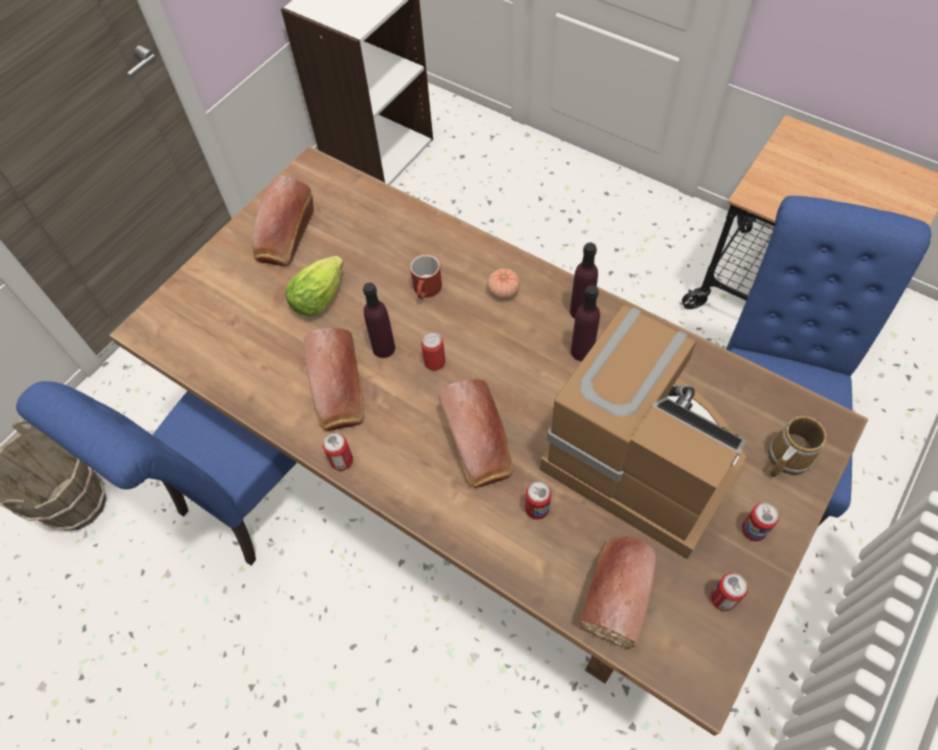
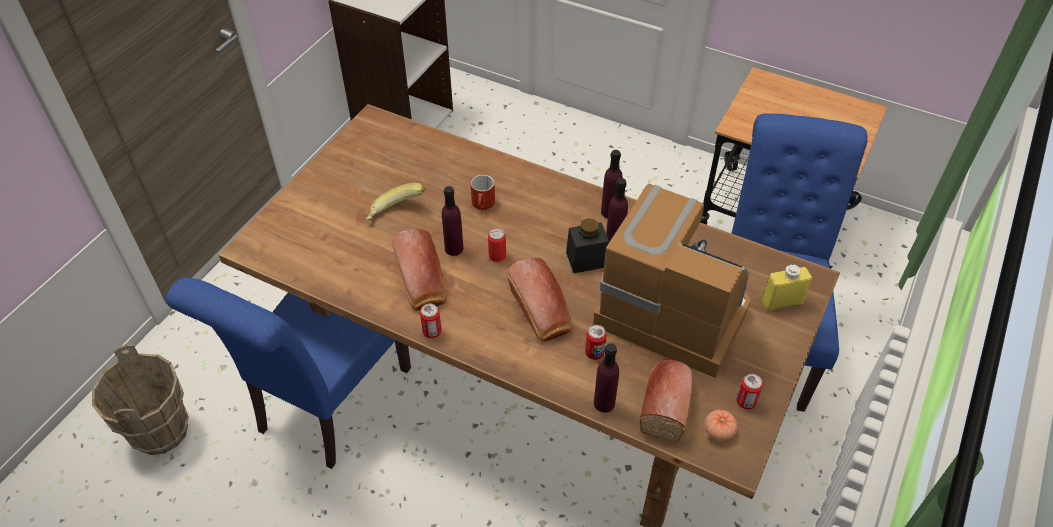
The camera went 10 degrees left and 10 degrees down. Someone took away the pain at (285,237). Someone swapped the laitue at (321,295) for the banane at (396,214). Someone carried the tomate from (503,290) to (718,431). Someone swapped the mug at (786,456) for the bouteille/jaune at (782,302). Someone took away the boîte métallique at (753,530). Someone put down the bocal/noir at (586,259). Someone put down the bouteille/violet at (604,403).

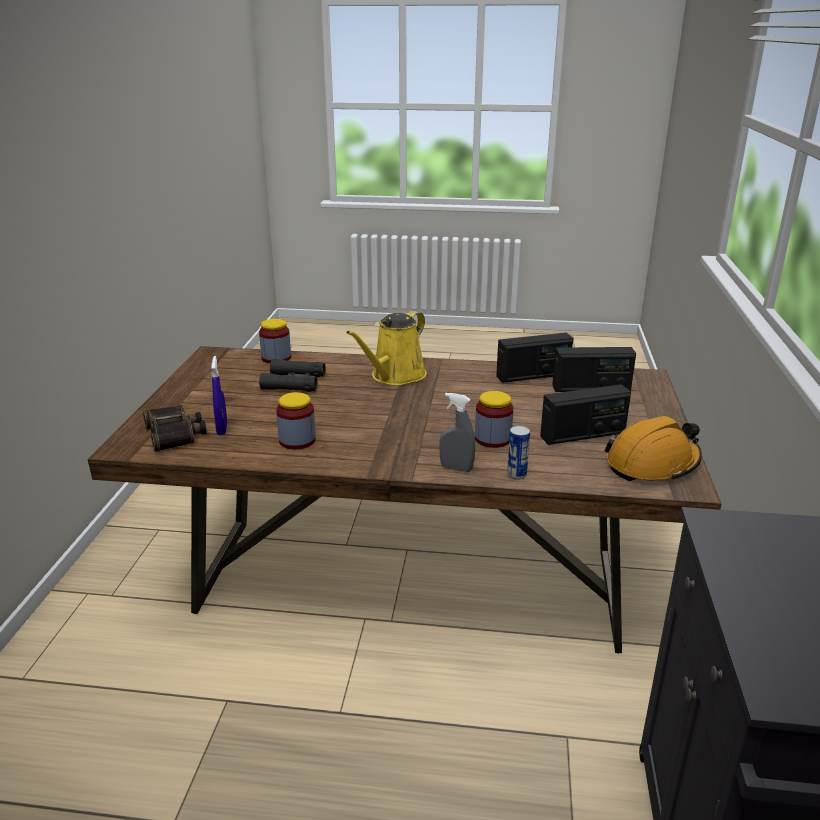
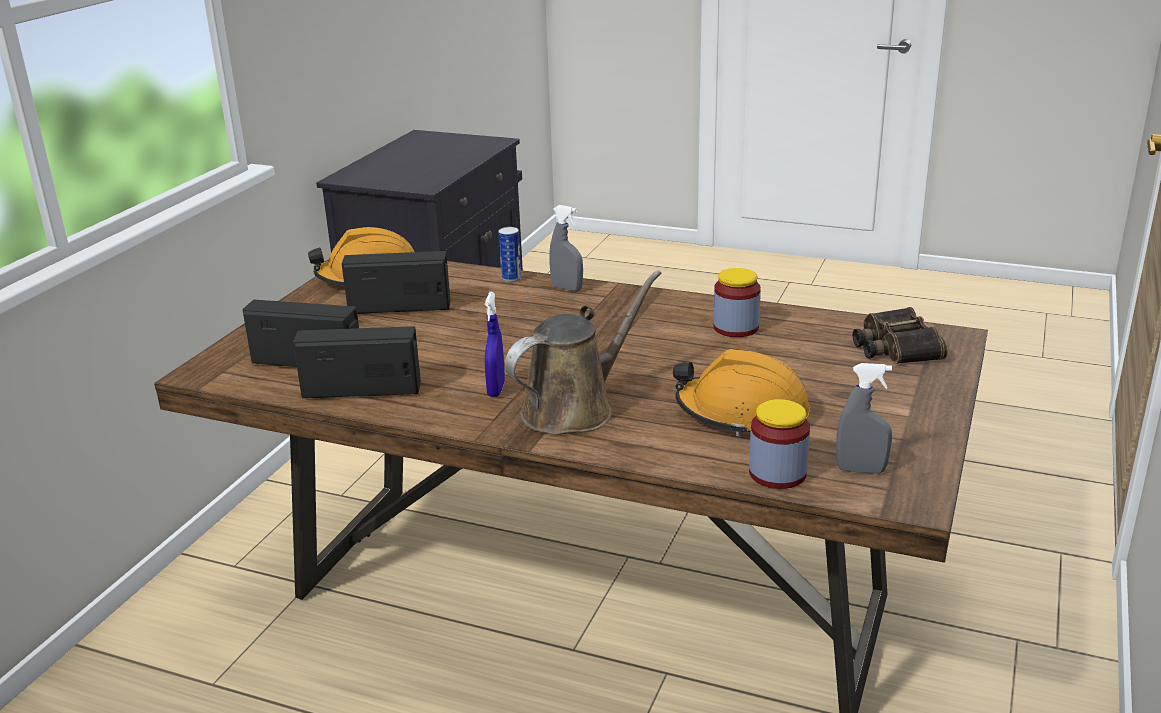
The camera went 165 degrees left and 0 degrees up. Someone repainted the arrosoir/jaune at (395,376), which became the arrosoir/marron at (574,409). Someone carried the vaporisateur/bleu from (222,429) to (496,389). Someone swapped the jumelles/noir at (293,382) for the casque de chantier/orange at (742,413). Someone took away the bocal at (493,439). Someone put down the vaporisateur/gris at (861,470).

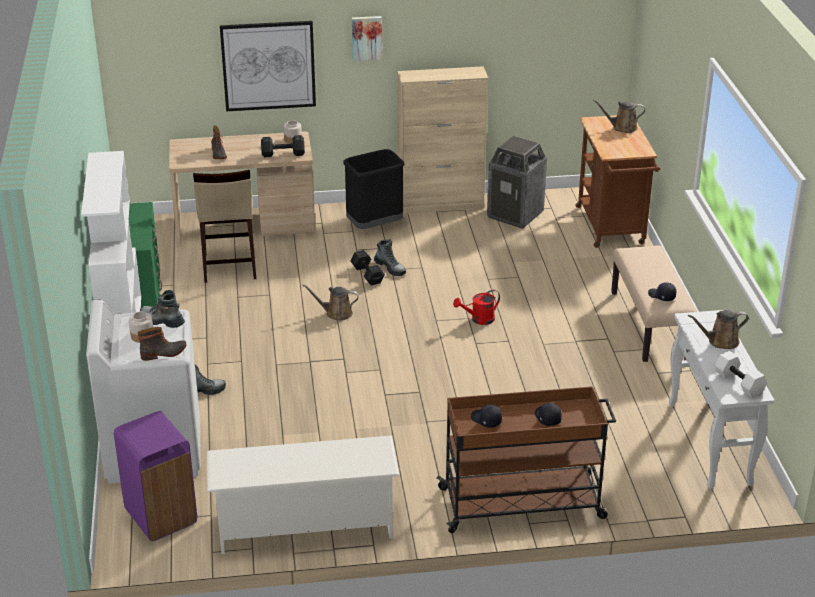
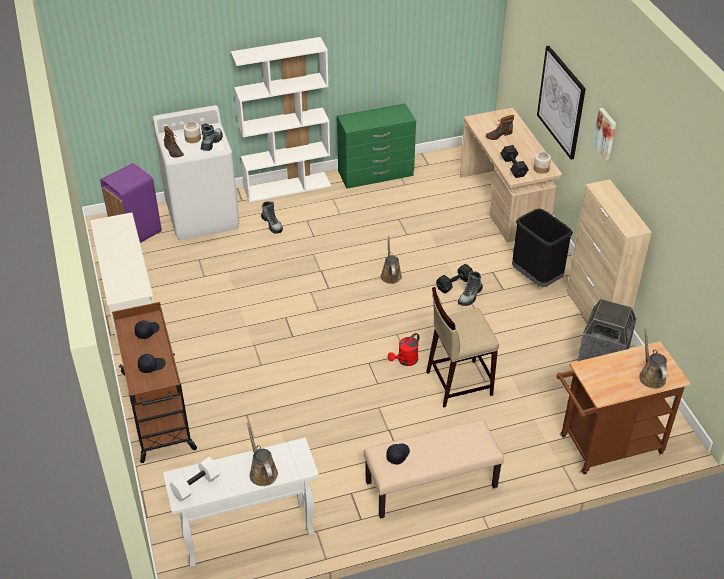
The camera went 80 degrees right and 10 degrees up. Someone carried the tabouret/beige from (229,267) to (458,383). Someone rotated the arrosoir/rouge at (478,319) by 105 degrees counterclockwise.

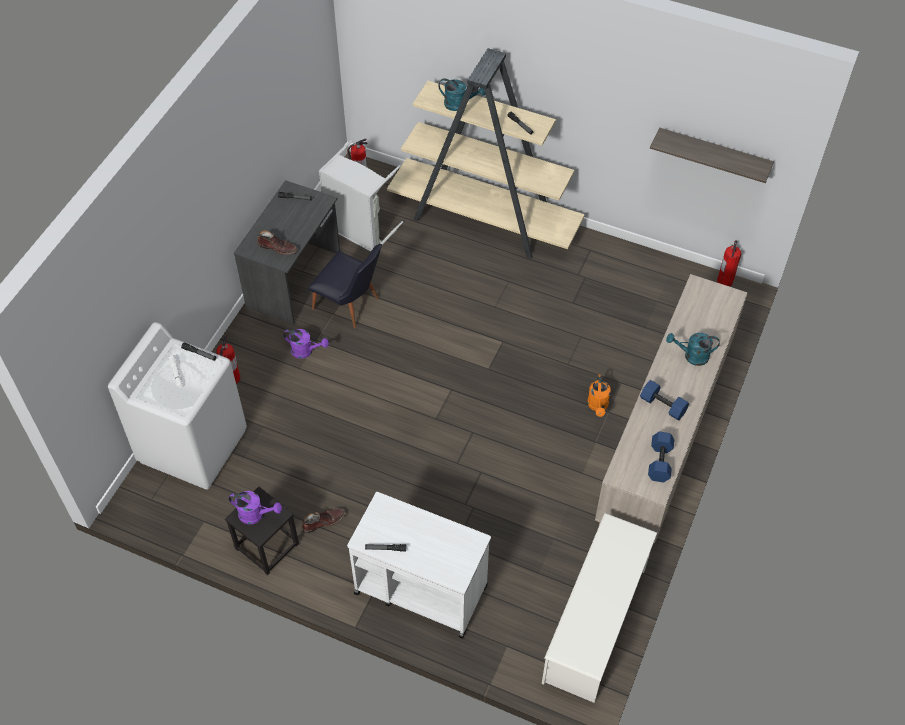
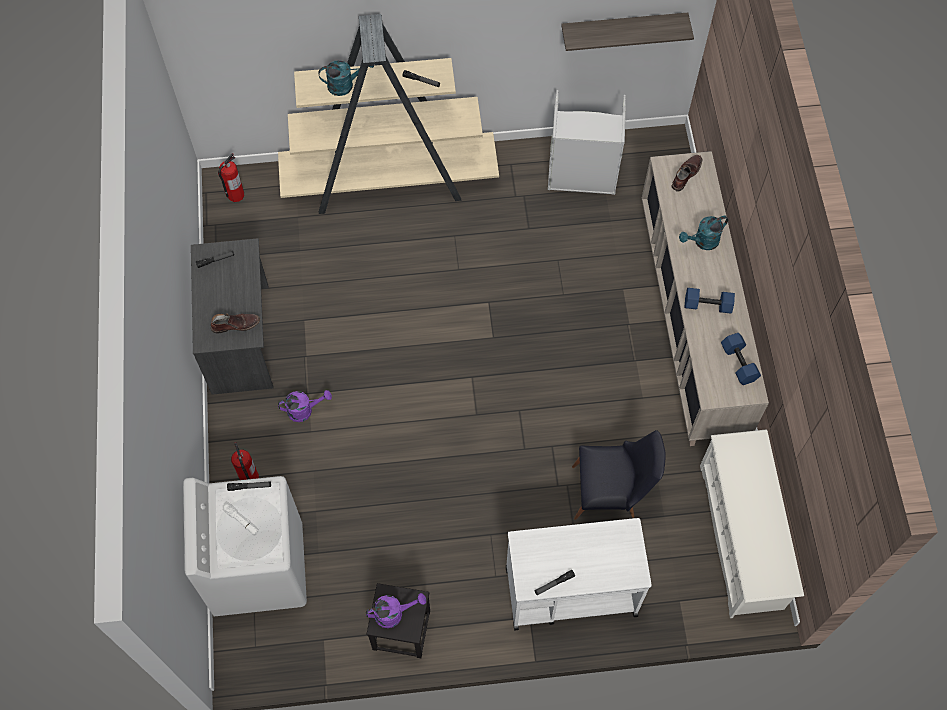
The camera went 30 degrees left and 10 degrees up. Someone carried the panier à linge/gris from (359,230) to (582,177). Someone took away the extincteur at (725,281). Someone carried the chaise/noir from (351,306) to (611,493). Someone took away the arrosoir/orange at (598,406). Someone carried the botte/marron from (323,521) to (685,174).

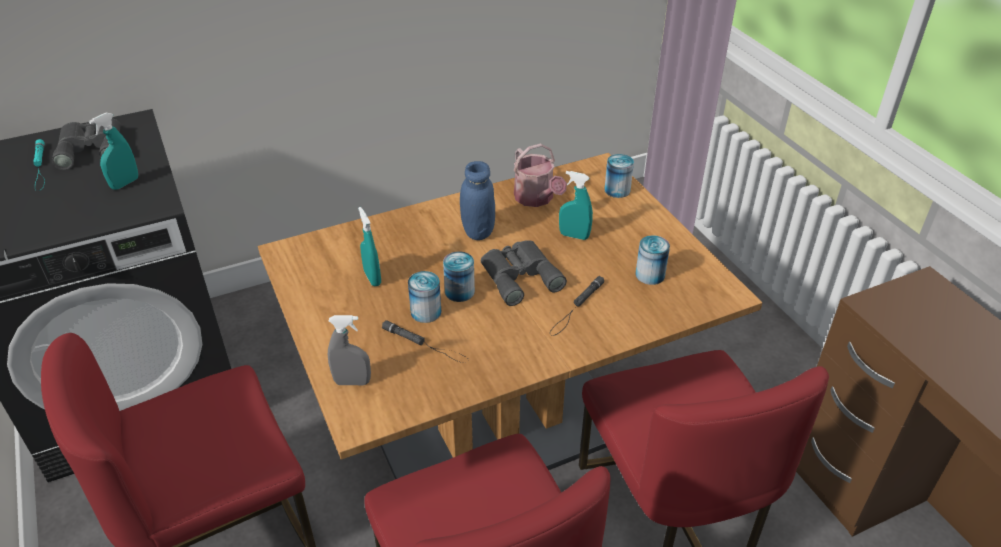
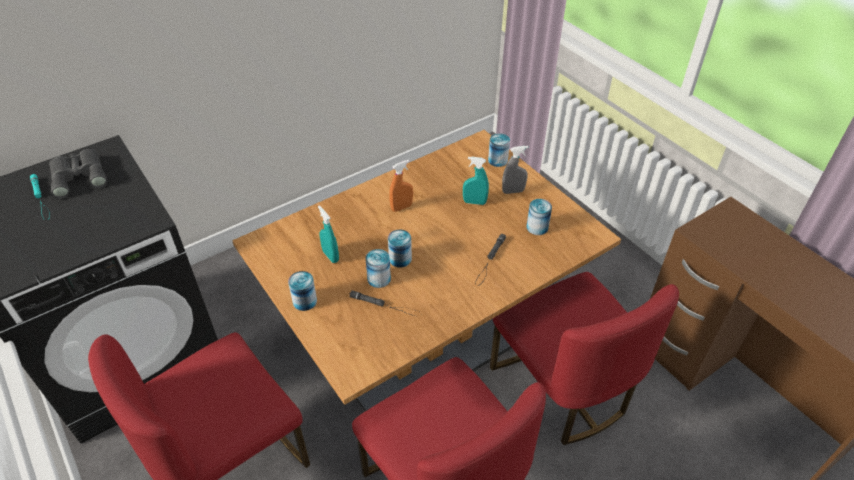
The camera went 10 degrees left and 5 degrees up. Someone took away the vaporisateur/turquoise at (125,183). Someone took away the arrosoir at (536,199). Someone swapped the bocal/bleu at (478,231) for the vaporisateur/orange at (401,207). Someone took away the jumelles/gris at (519,275). Someone carried the vaporisateur/gris from (352,382) to (513,191). Someone put down the boîte métallique at (304,301).

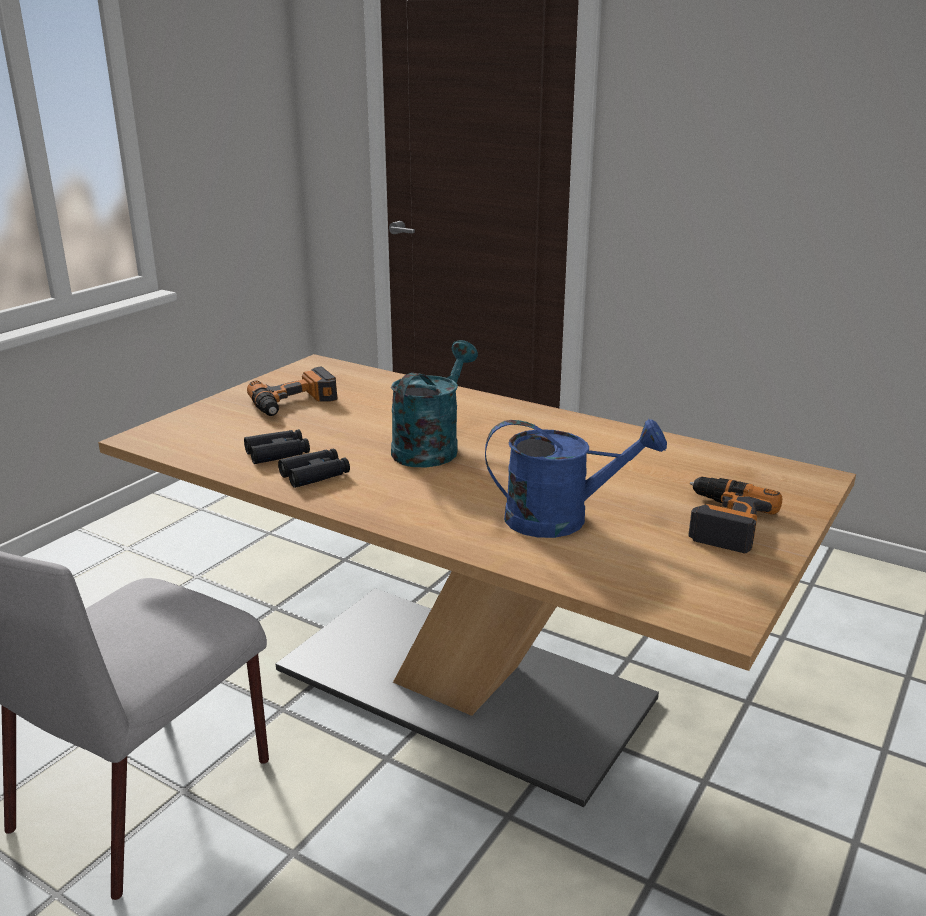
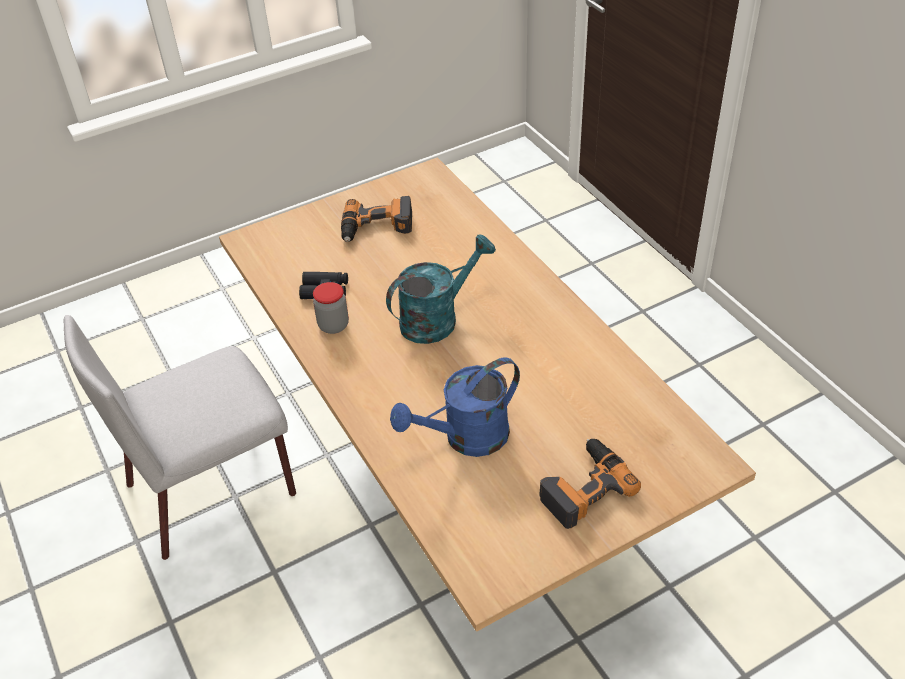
The camera went 30 degrees right and 20 degrees up. Someone rotated the arrosoir/bleu at (561,519) by 120 degrees clockwise. Someone swapped the jumelles/noir at (315,475) for the bocal at (333,325).

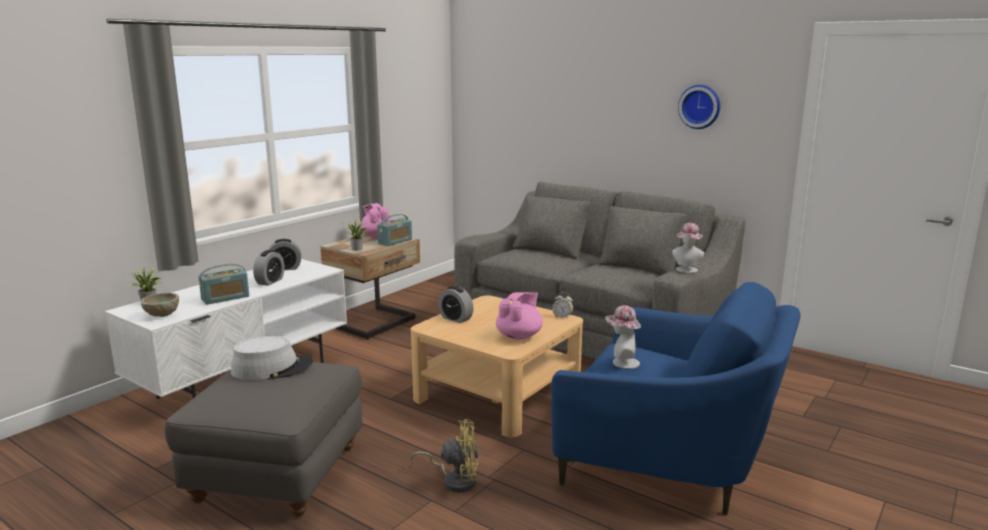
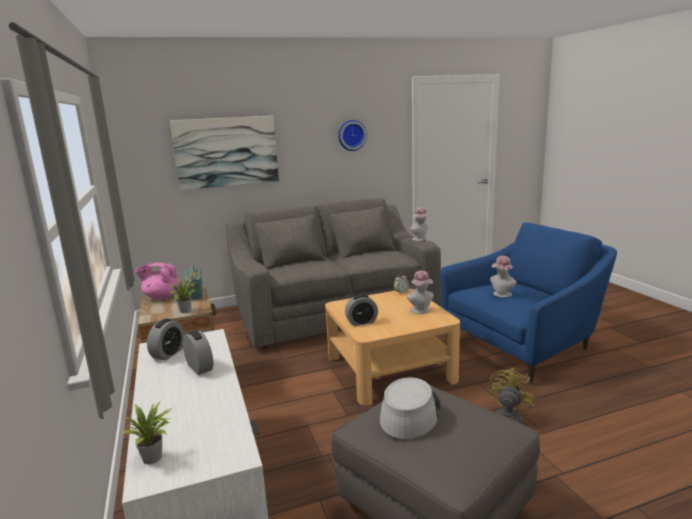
The camera went 55 degrees left and 0 degrees up. Someone took away the radio at (225,298). Someone took away the bol/beige at (162,315). Someone swapped the théière/rose at (519,336) for the chapeau at (421,311). Someone put up the tableau at (226,152).

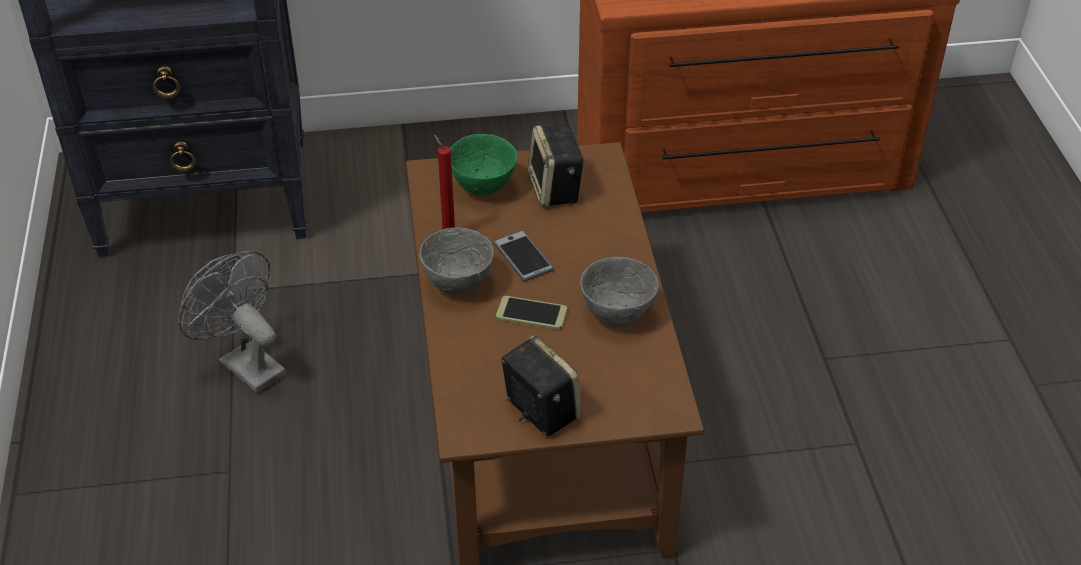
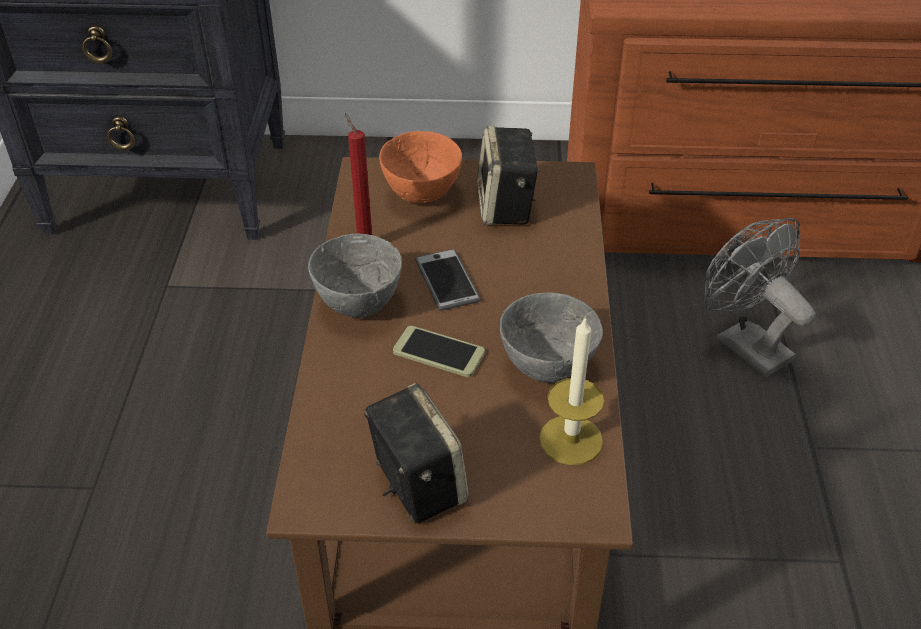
The camera went 10 degrees right and 0 degrees up. Someone repainted the bol/vert at (484,186), which became the bol/orange at (423,194). Someone carried the ventilateur/gris from (245,364) to (744,343). Someone put down the bougie at (571,440).

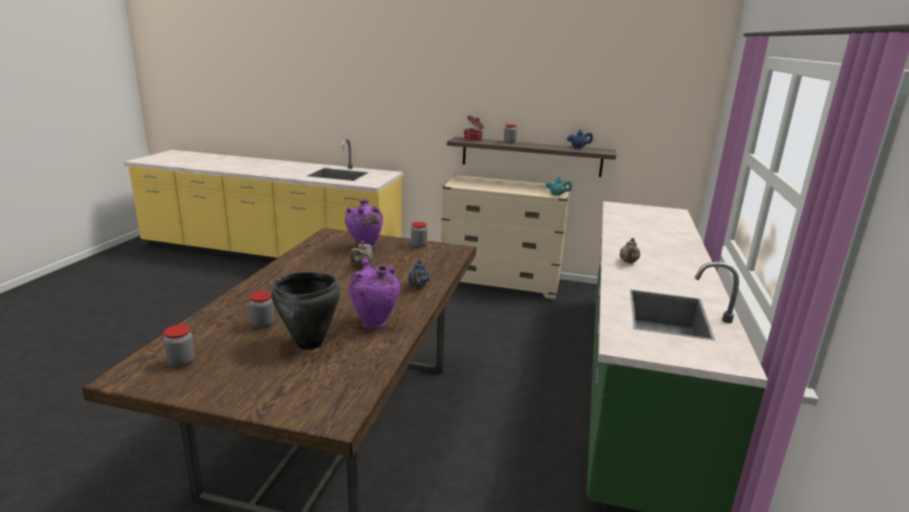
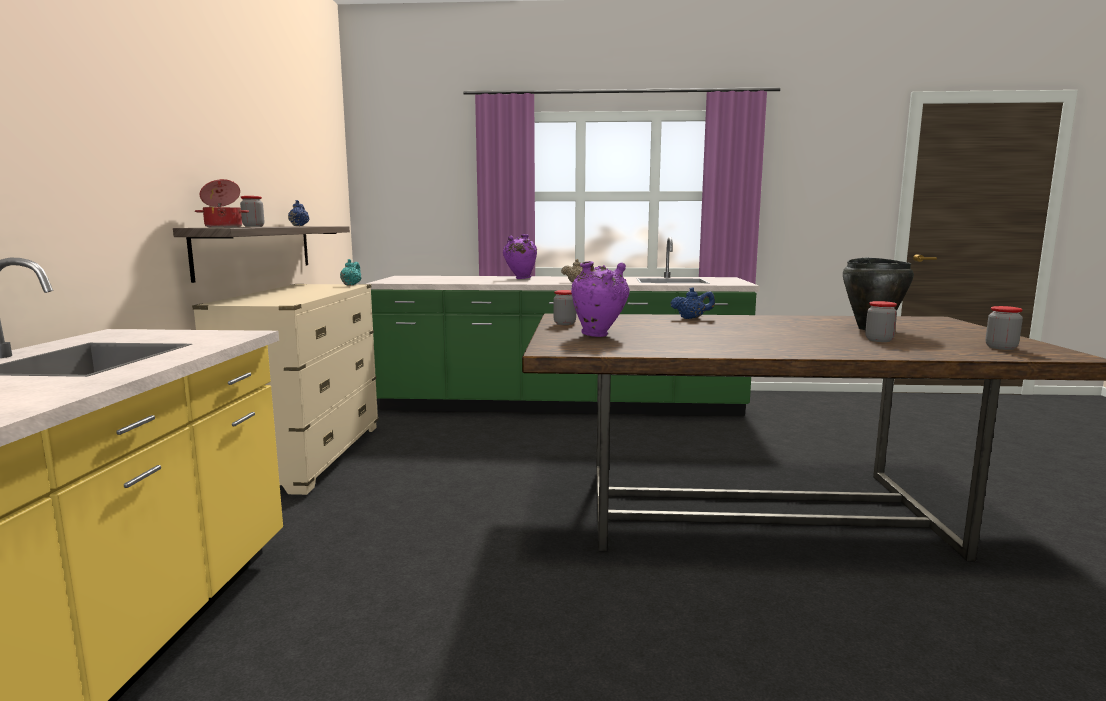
The camera went 100 degrees left and 10 degrees down. Someone took away the théière/beige at (362,265). Someone carried the vase/violet from (374,323) to (520,278).

